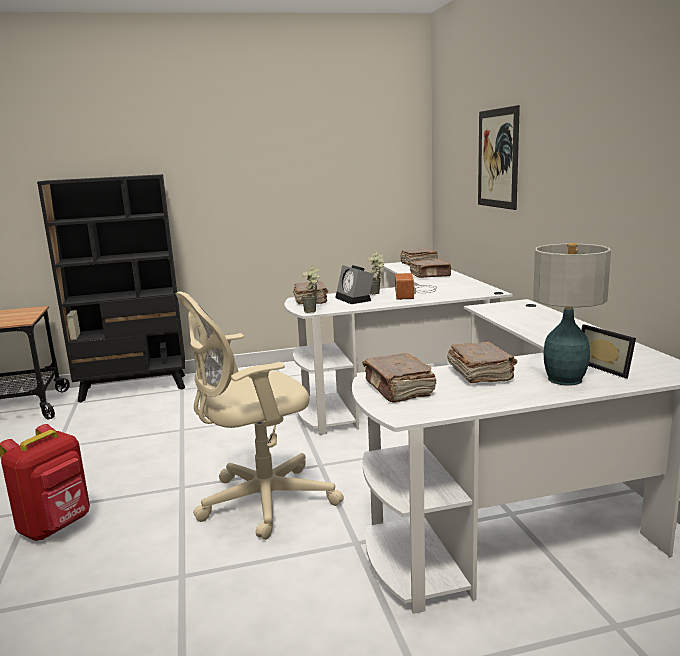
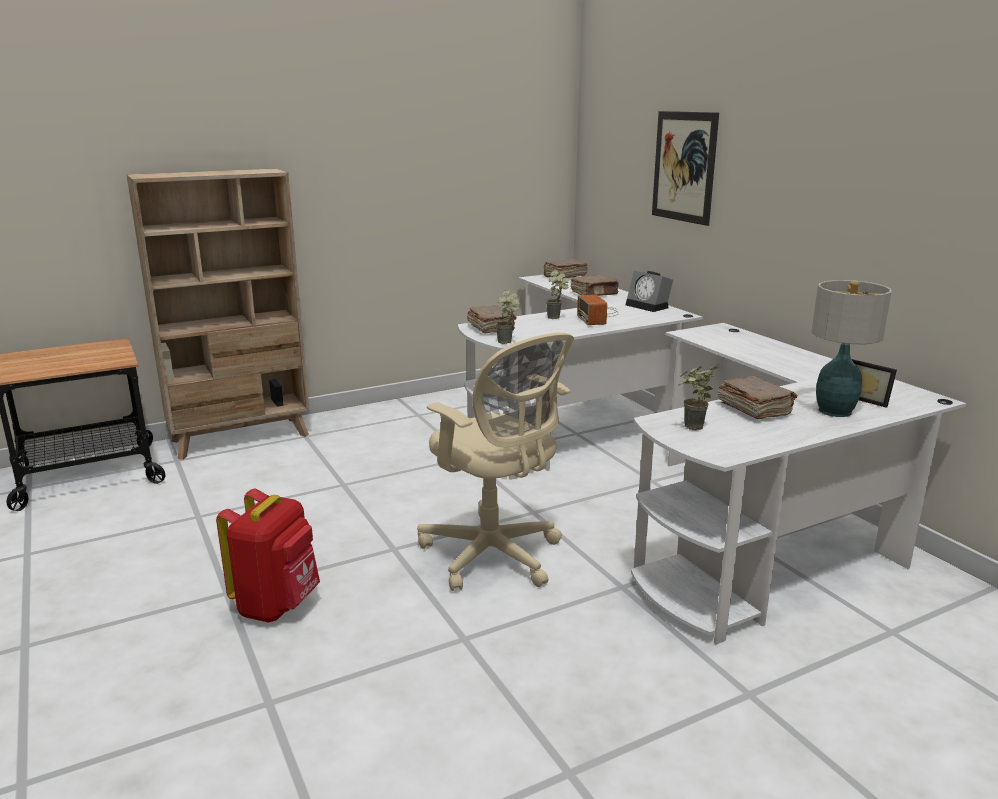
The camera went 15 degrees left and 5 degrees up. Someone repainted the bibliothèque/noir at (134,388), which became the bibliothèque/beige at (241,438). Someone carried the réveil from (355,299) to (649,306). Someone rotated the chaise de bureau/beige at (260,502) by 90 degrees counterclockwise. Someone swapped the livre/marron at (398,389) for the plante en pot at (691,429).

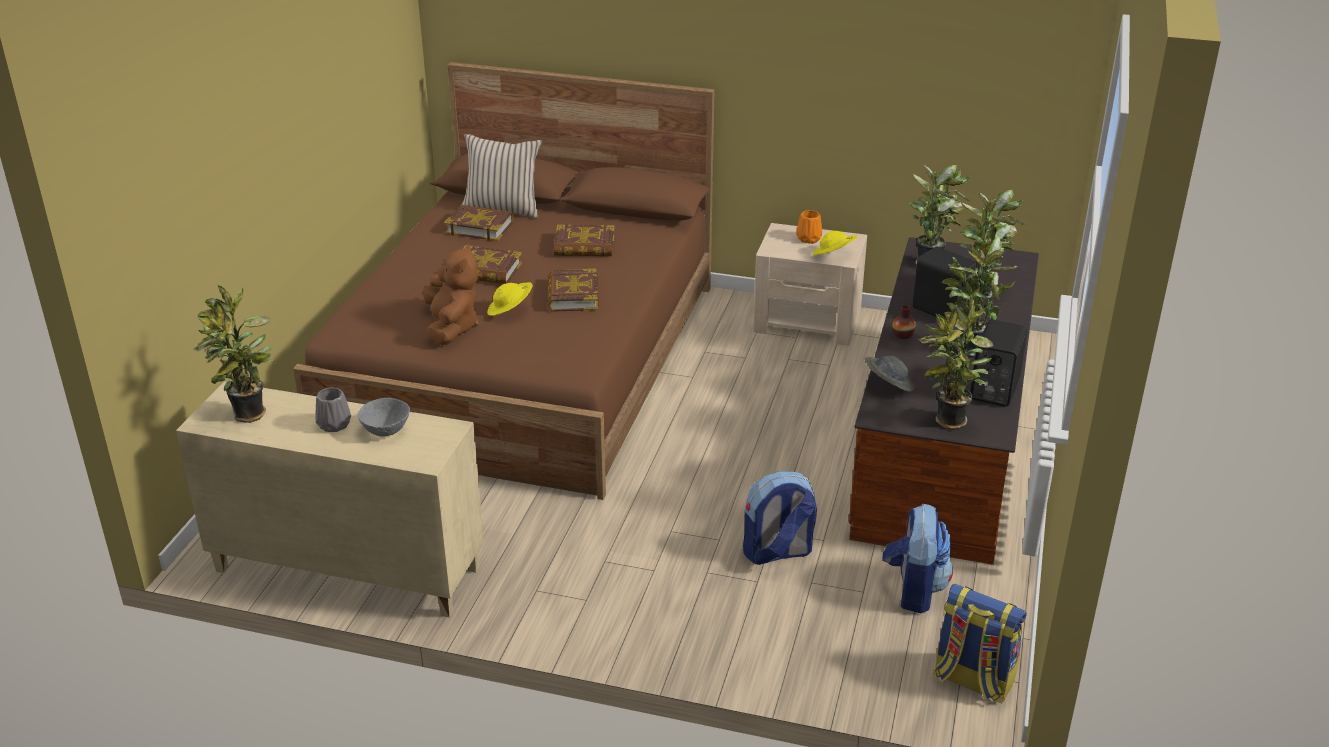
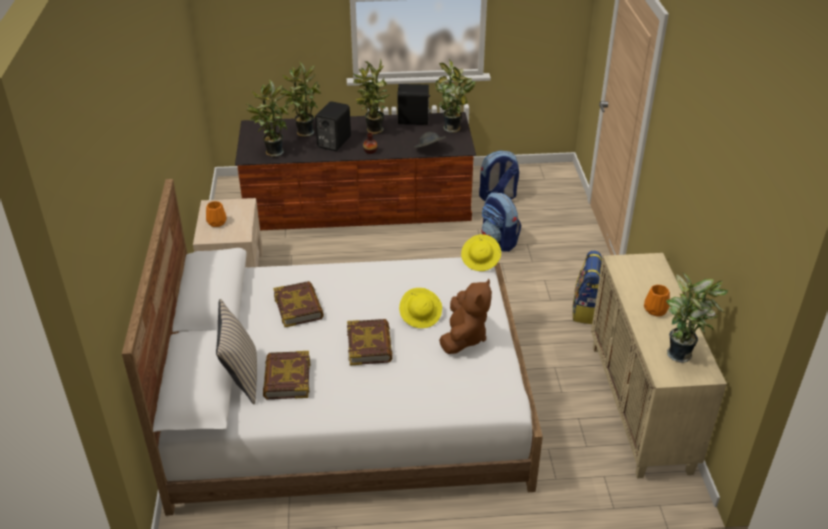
The camera went 110 degrees left and 5 degrees up. Someone repainted the lit/marron at (527,361), which became the lit/blanc at (348,403). Someone carried the chapeau/jaune from (833,256) to (481,260). Someone rotated the peluche/marron at (451,328) by 135 degrees clockwise. Someone took away the livre at (572,295). Someone repainted the vase/gris at (333,425), which became the vase/orange at (656,310). Someone took away the bol/gris at (386,430). Someone carried the sac à dos from (972,680) to (587,311).

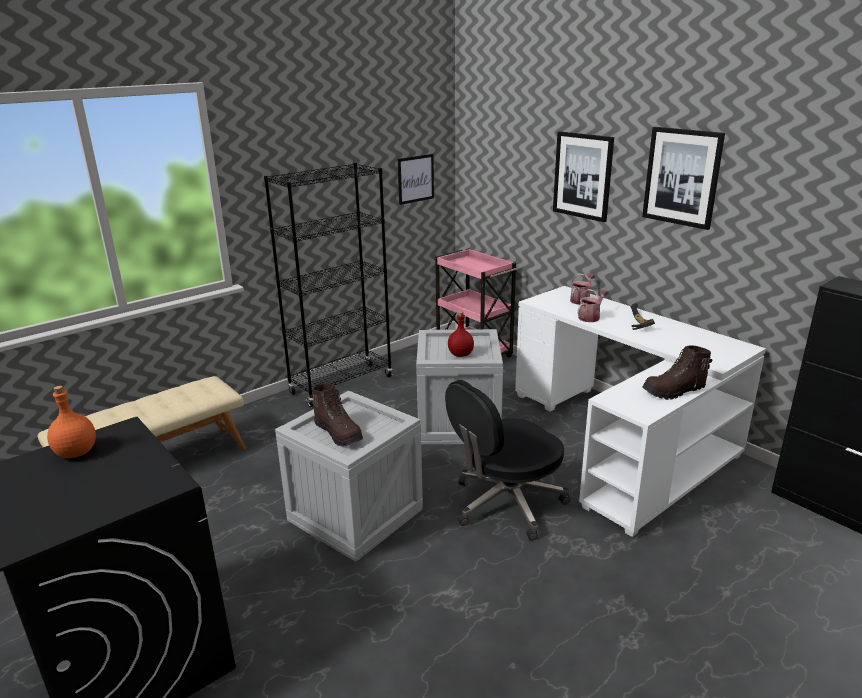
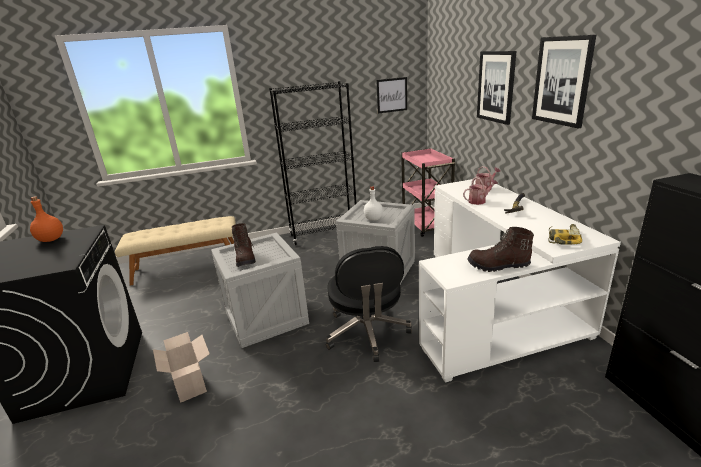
The camera went 25 degrees right and 0 degrees up. Someone repainted the bouteille/rouge at (460,355), which became the bouteille/blanc at (373,219). Someone rotated the chaise de bureau/noir at (506,504) by 90 degrees counterclockwise. Someone put down the perceuse at (562,238). Someone put down the carton at (192,386).

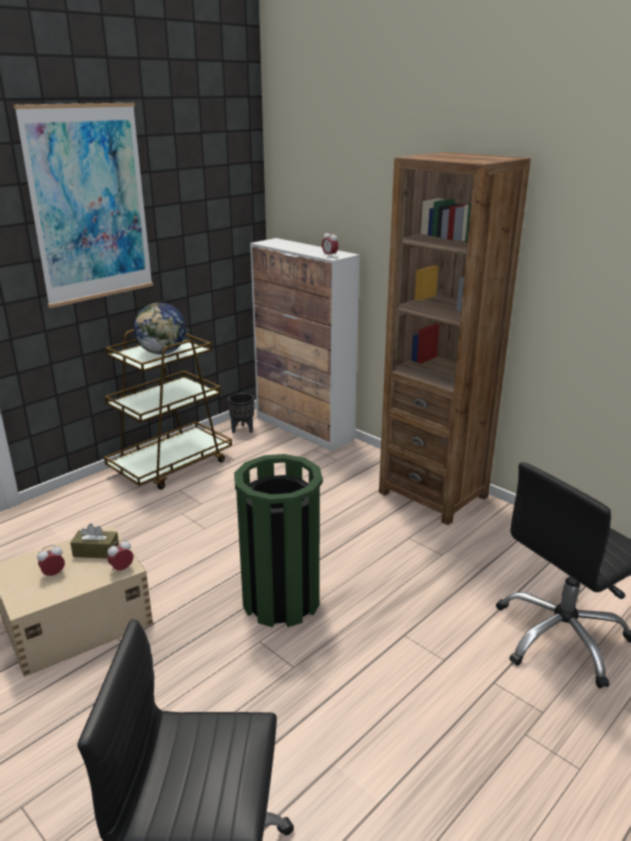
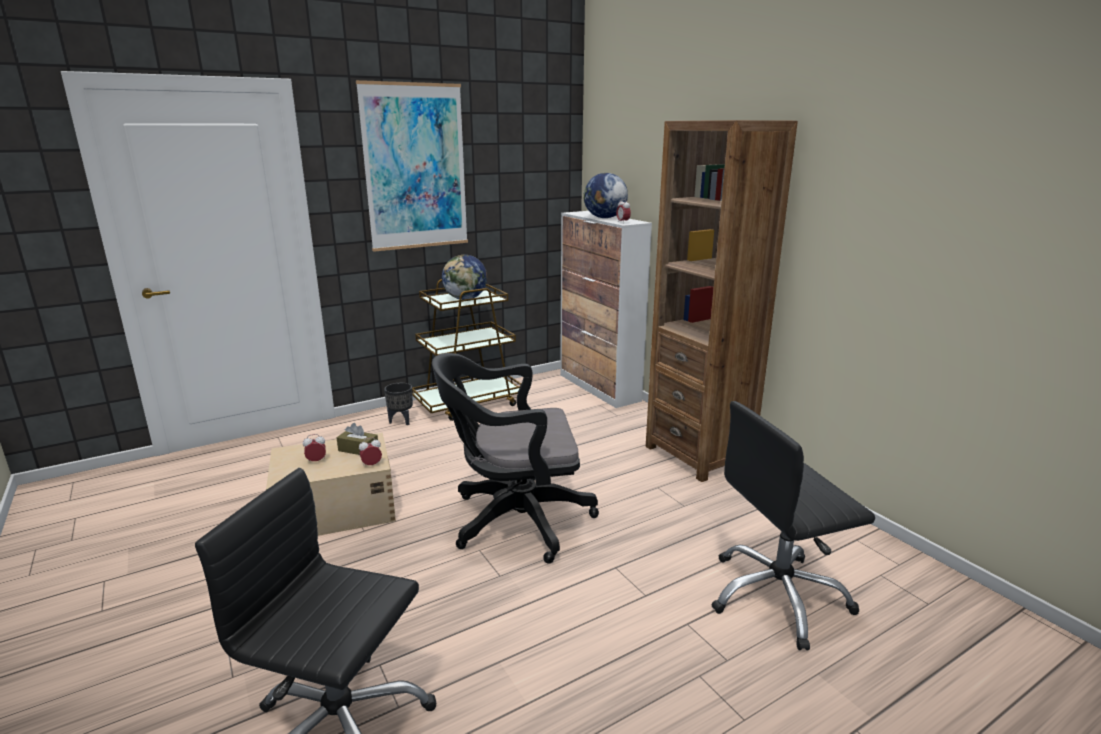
The camera went 15 degrees right and 5 degrees down. Someone carried the cache-pot/noir from (242,429) to (401,421). Someone swapped the poubelle/vert at (281,600) for the chaise de bureau/noir at (513,520). Someone put down the globe at (604,218).

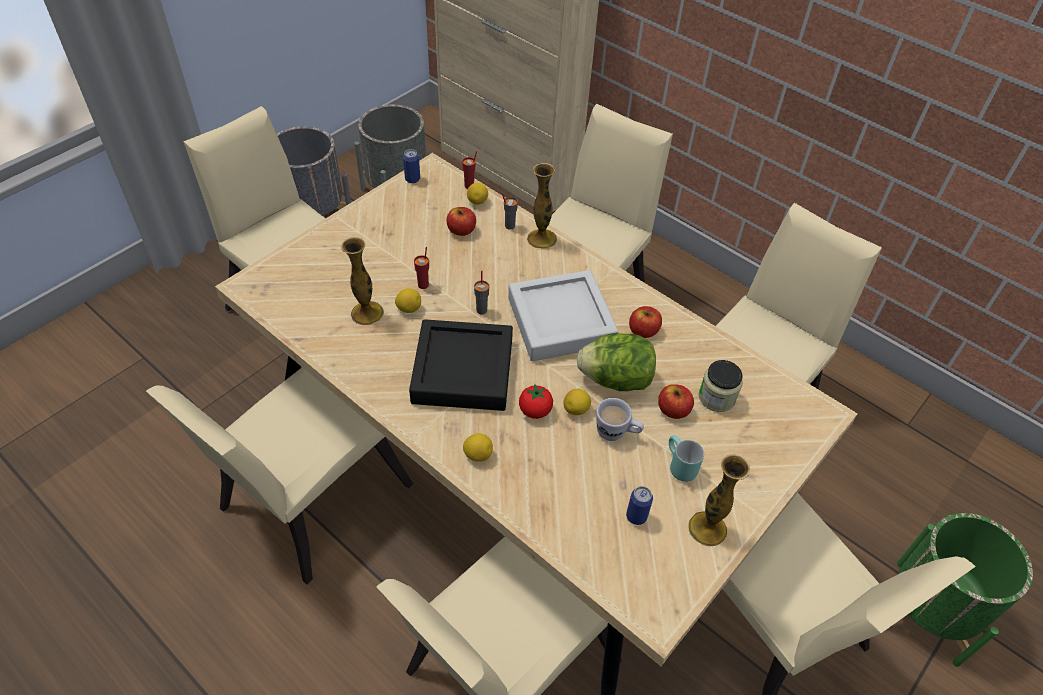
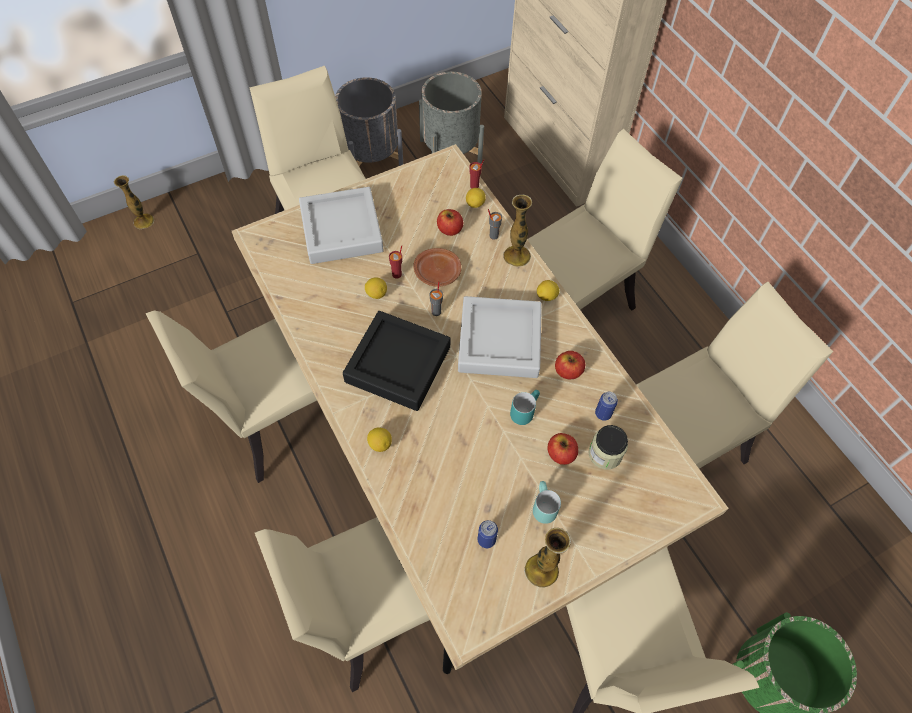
The camera went 20 degrees right and 10 degrees up. Someone carried the boîte métallique from (412,179) to (603,413). Someone carried the vase from (367,313) to (143,221). Someone swapped the laitue at (616,380) for the mug/turquoise at (523,410). Someone took away the tomate at (535,411). Someone carried the citron from (576,410) to (546,296). Someone took away the mug/blanc at (616,433). Someone put down the plateau/gris at (341,230). Someone put down the assiette/marron at (438,272).

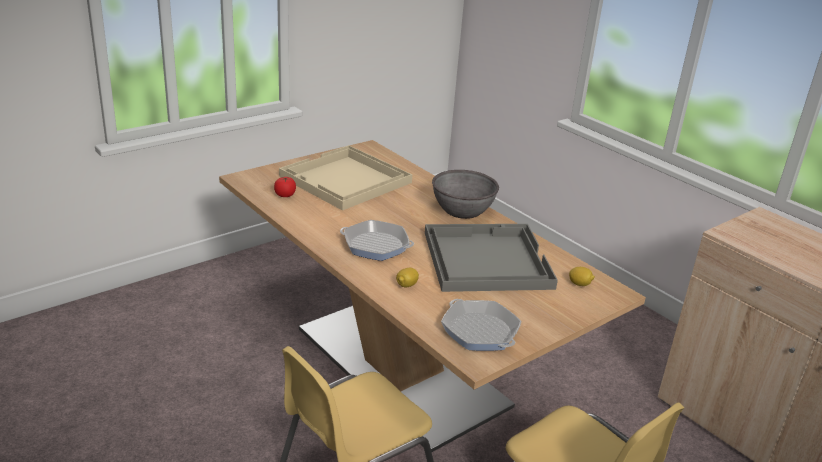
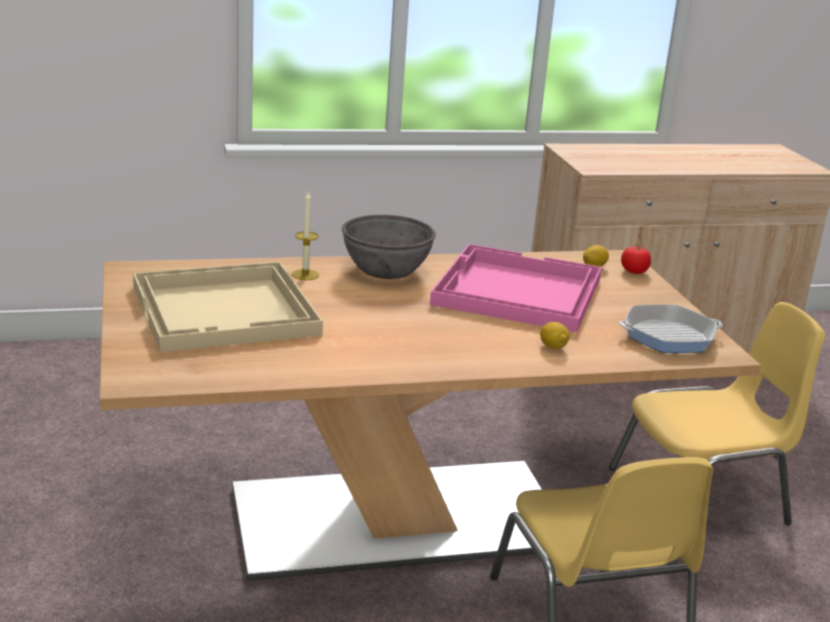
The camera went 65 degrees left and 5 degrees down. Someone carried the tomate from (285,195) to (634,271). Someone took away the poêle at (376,245). Someone repainted the plateau/gris at (485,259), which became the plateau/rose at (516,292). Someone put down the bougie at (305,275).

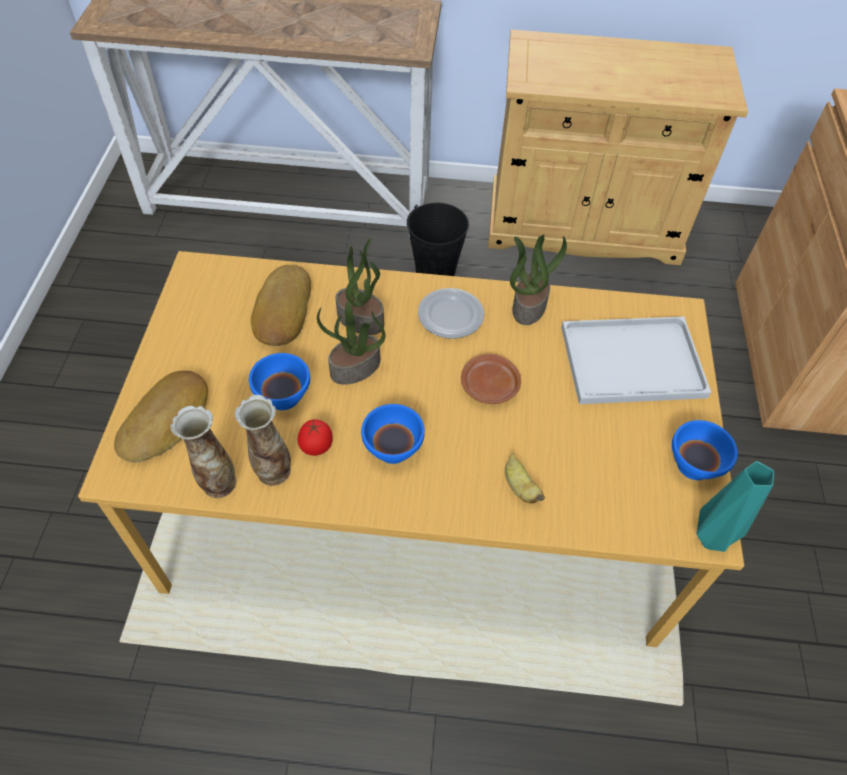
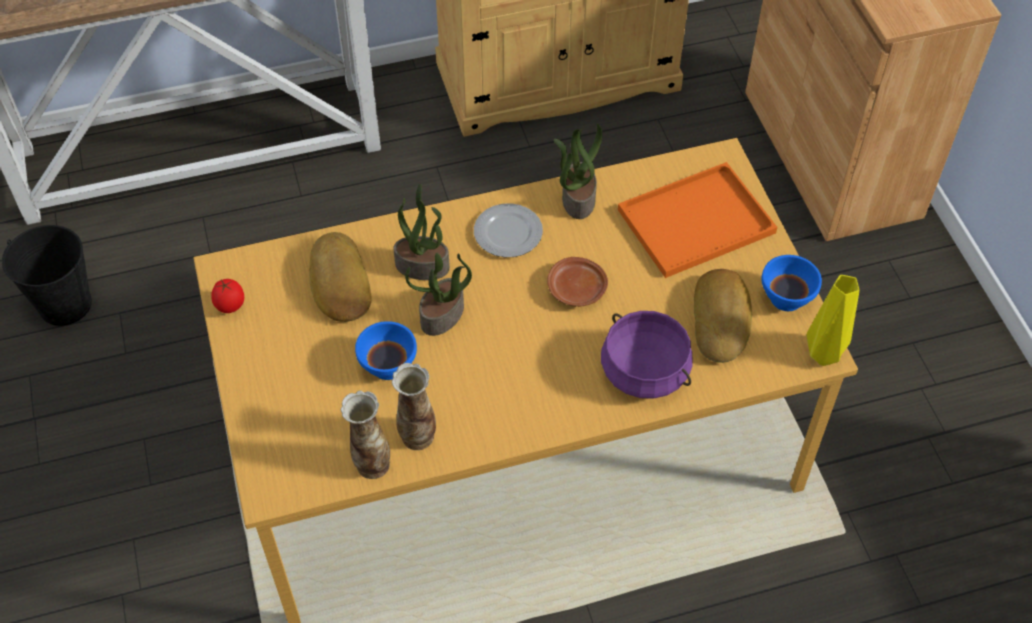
The camera went 20 degrees left and 0 degrees up. Someone carried the seau/noir from (435,269) to (65,304). Someone repainted the plateau/blanc at (634,360), which became the plateau/orange at (697,219). Someone carried the pain from (167,421) to (722,320). Someone took away the bol/bleu at (392,449). Someone carried the tomate from (316,447) to (230,306). Someone swapped the banane at (519,487) for the marmite/violet at (645,370). Someone repainted the vase/turquoise at (713,535), which became the vase/jaune at (824,353).

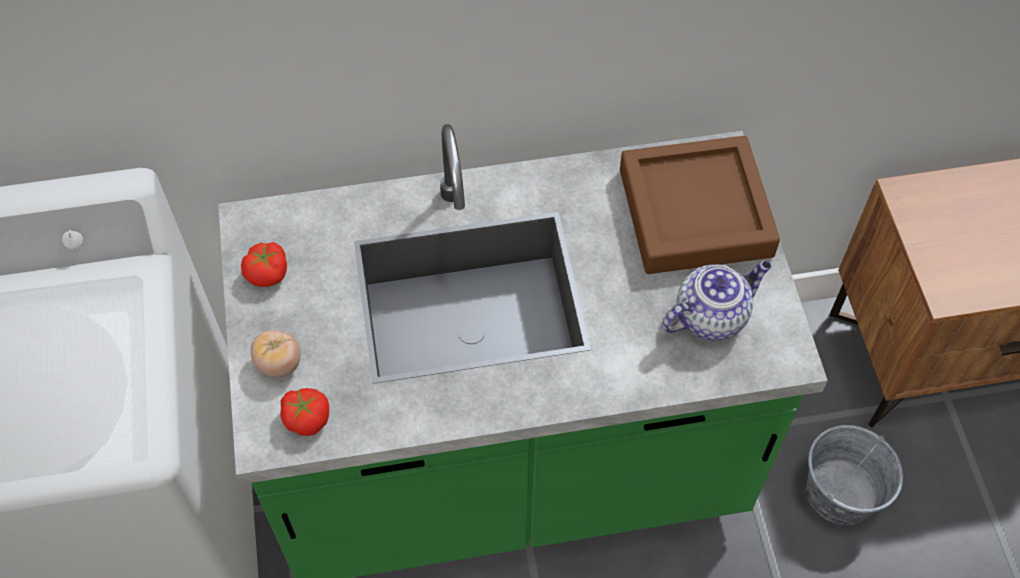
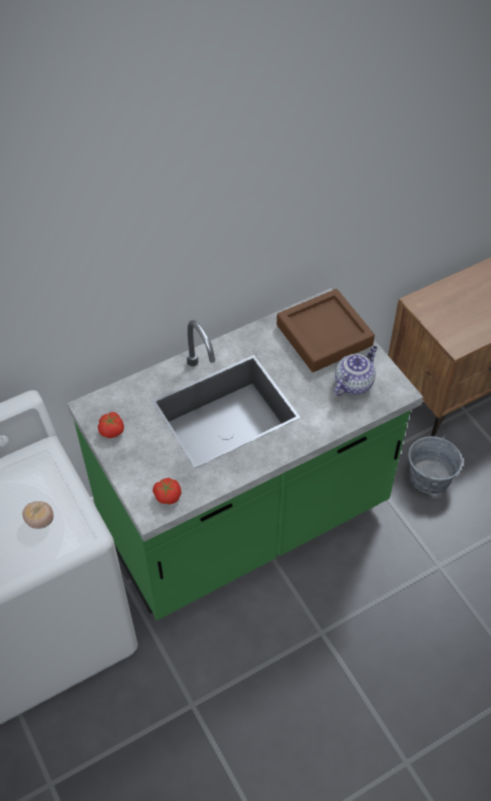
The camera went 20 degrees left and 5 degrees down. Someone carried the tomate from (279,363) to (40,521).

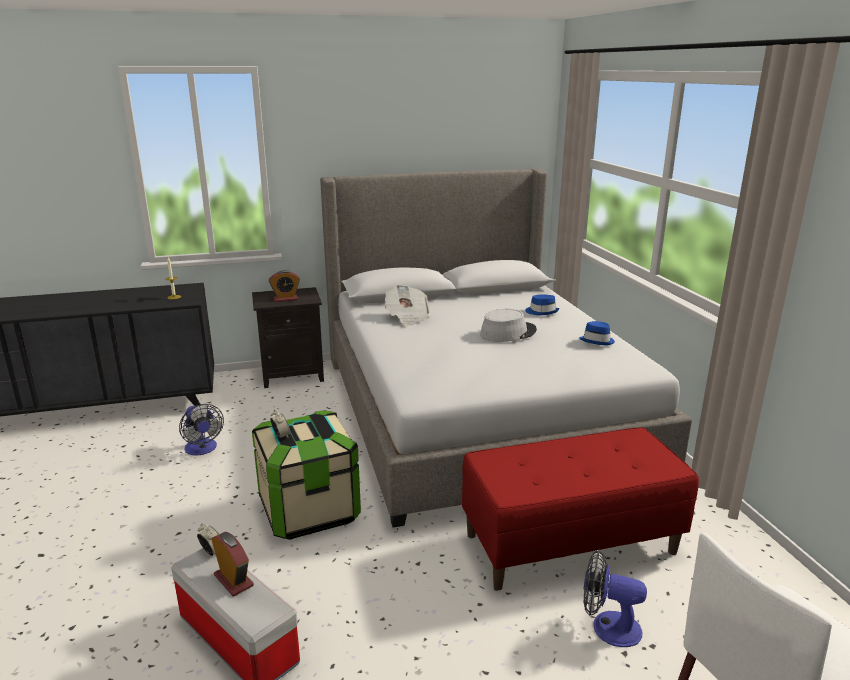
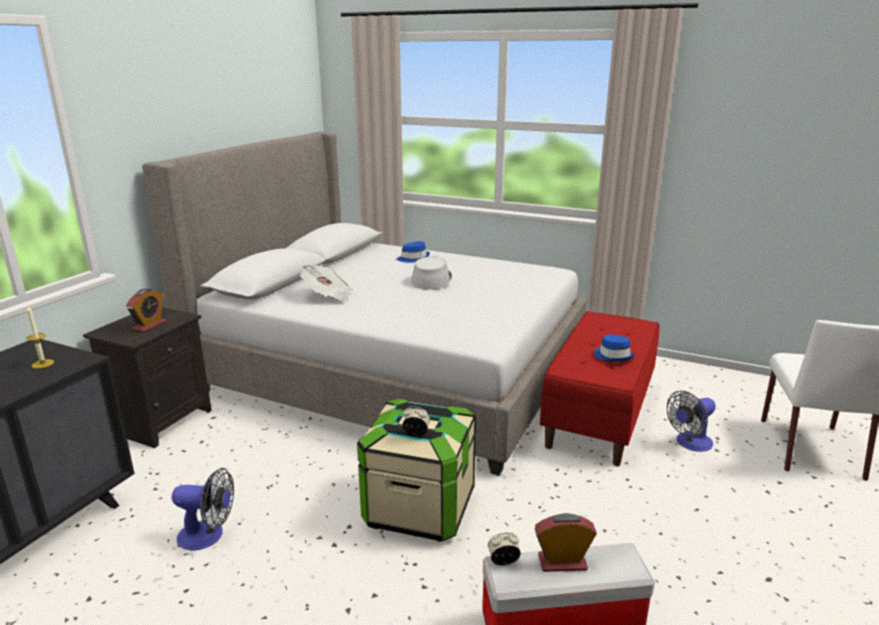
The camera went 50 degrees left and 0 degrees up. Someone carried the chapeau/bleu from (597,341) to (613,356).

